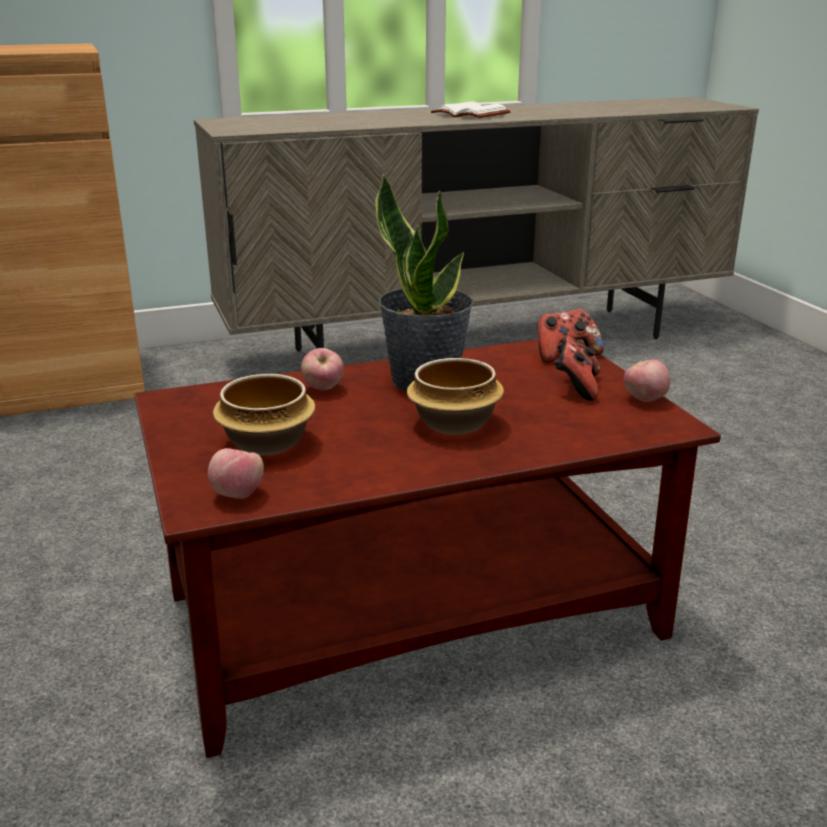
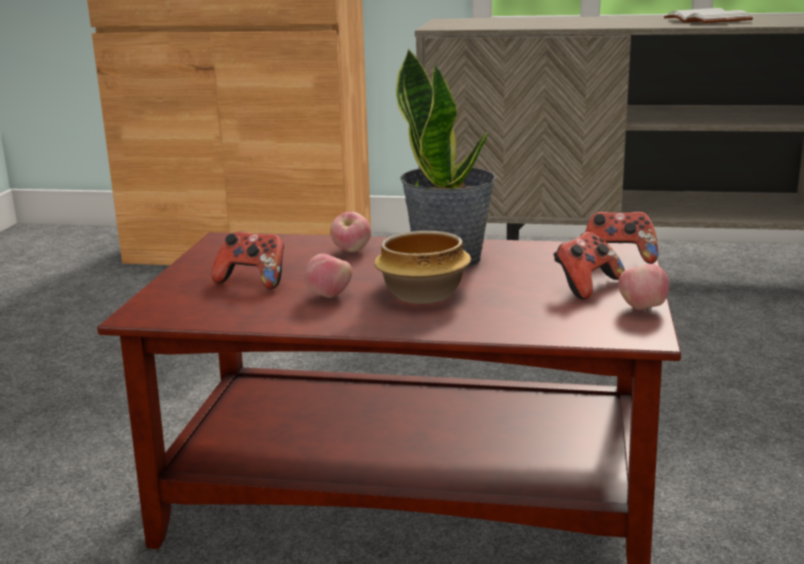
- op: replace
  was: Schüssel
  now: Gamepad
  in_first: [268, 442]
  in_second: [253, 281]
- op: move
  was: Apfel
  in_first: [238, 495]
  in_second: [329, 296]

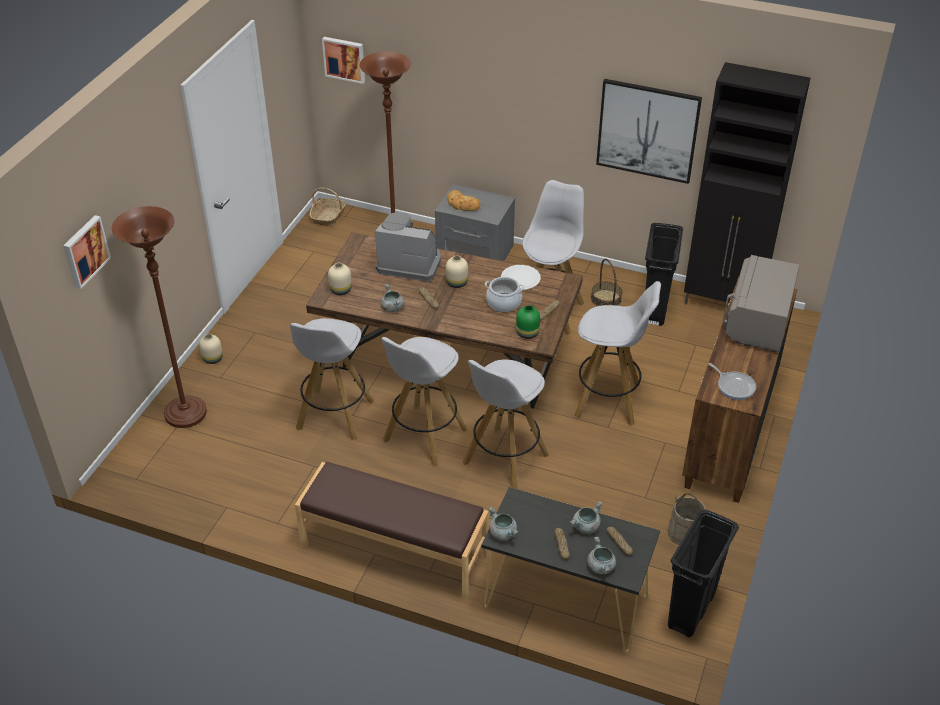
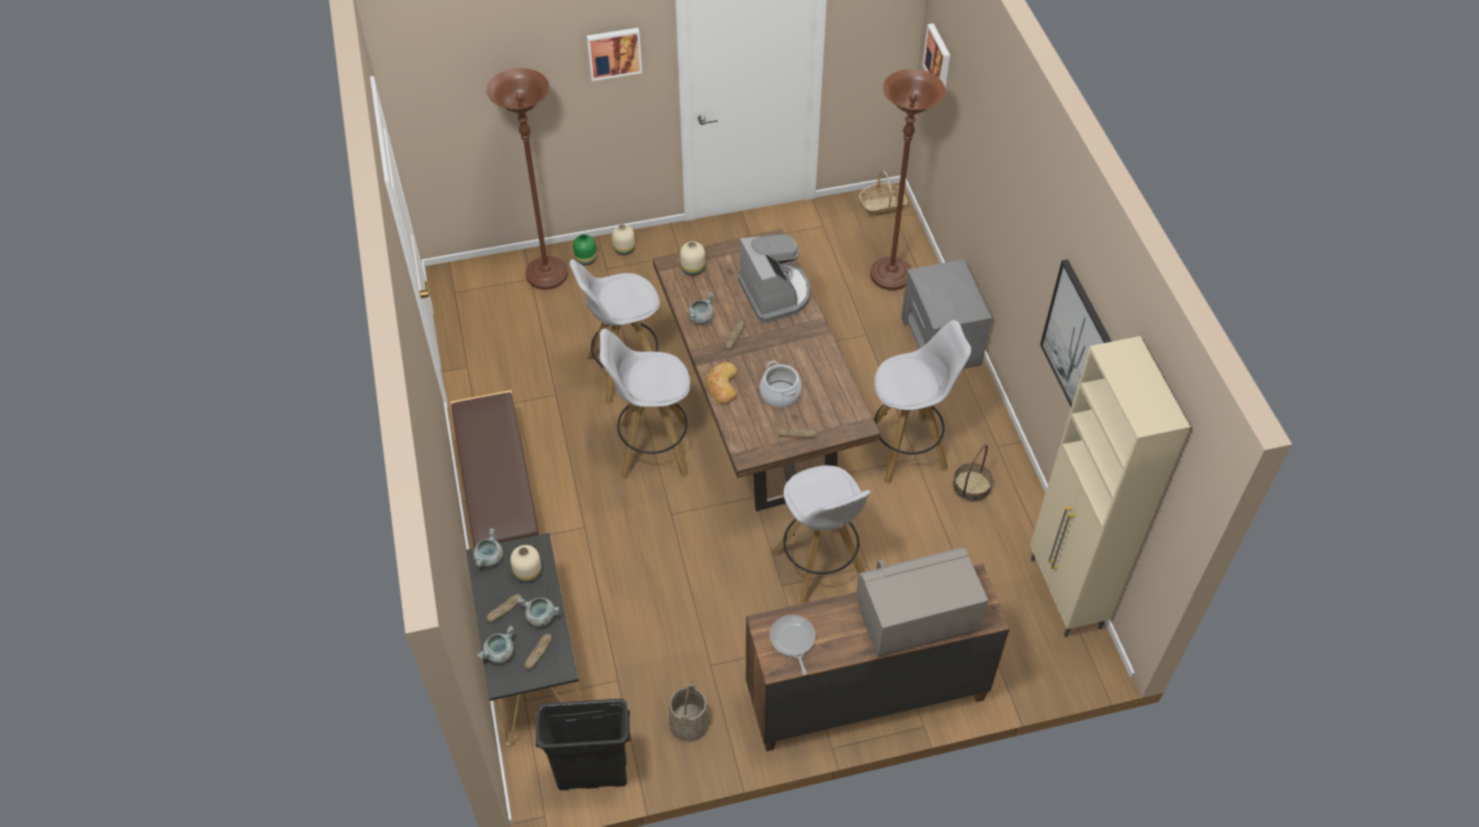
- op: move
  was: Vase (beige)
  in_first: [457, 283]
  in_second: [528, 573]
- op: move
  was: Vase (grün)
  in_first: [527, 333]
  in_second: [586, 259]
- op: move
  was: Bild
  in_first: [85, 251]
  in_second: [614, 52]
- op: move
  was: Brot
  in_first: [462, 204]
  in_second: [722, 385]
- op: rotate
  was: Pfanne
  in_first: [734, 386]
  in_second: [792, 640]
  clockwise: 150
- op: recolor
  was: Schrank (schwarz)
  now: Schrank (beige)
  in_first: [723, 304]
  in_second: [1065, 594]
- op: delete
  was: Hocker (weiß)
  in_first: [504, 460]
- op: delete
  was: Teller (weiß)
  in_first: [520, 278]
- op: delete
  was: Mülleimer (schwarz)
  in_first: [655, 310]

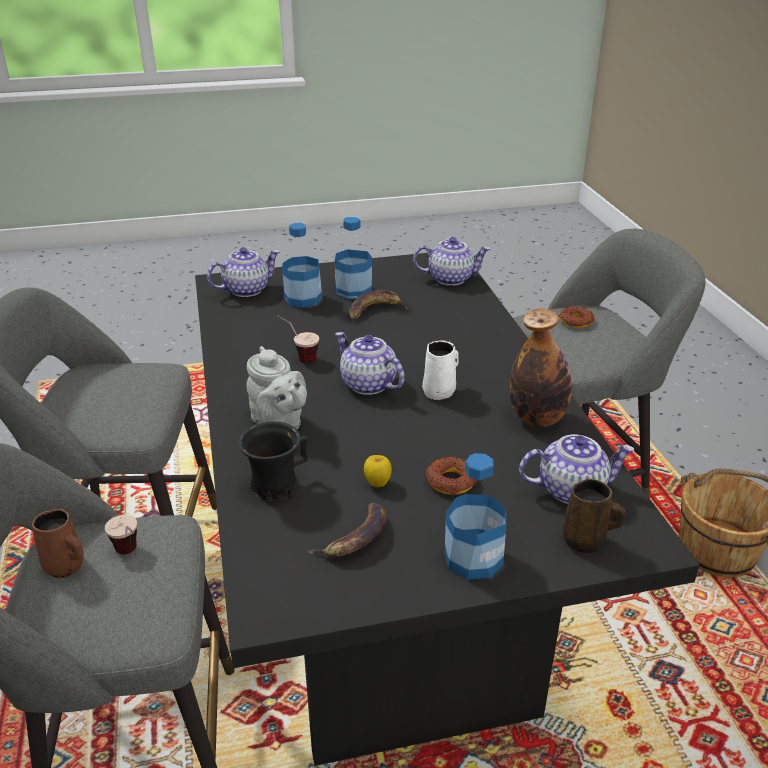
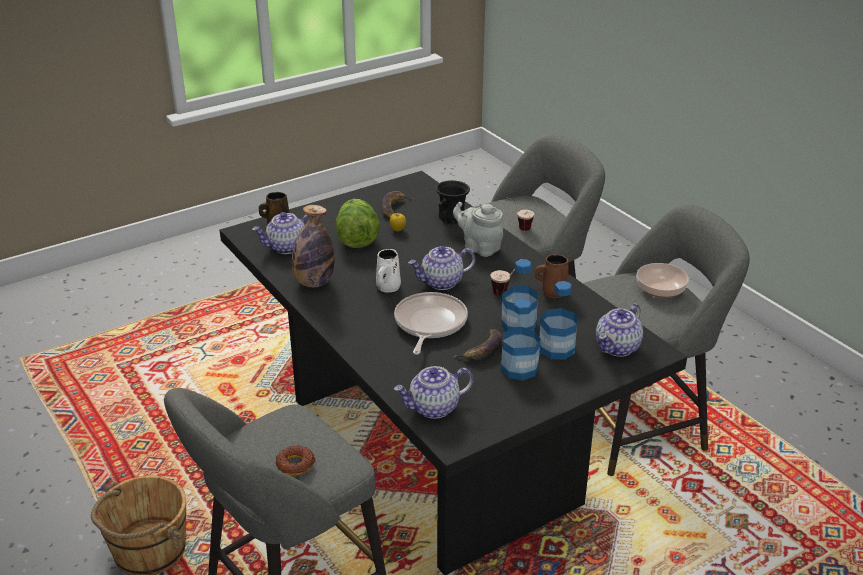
- op: replace
  was: Donut
  now: Salatkopf
  in_first: [451, 481]
  in_second: [357, 238]
- op: insert
  now: Pfanne
  in_second: [429, 324]
- op: rotate
  was: Teekanne
  in_first: [367, 384]
  in_second: [441, 282]
  clockwise: 135
- op: move
  was: Flasche
  in_first: [473, 558]
  in_second: [518, 324]
- op: move
  was: Henkelbecher (braun)
  in_first: [66, 567]
  in_second: [552, 292]
- op: insert
  now: Schüssel
  in_second: [659, 290]

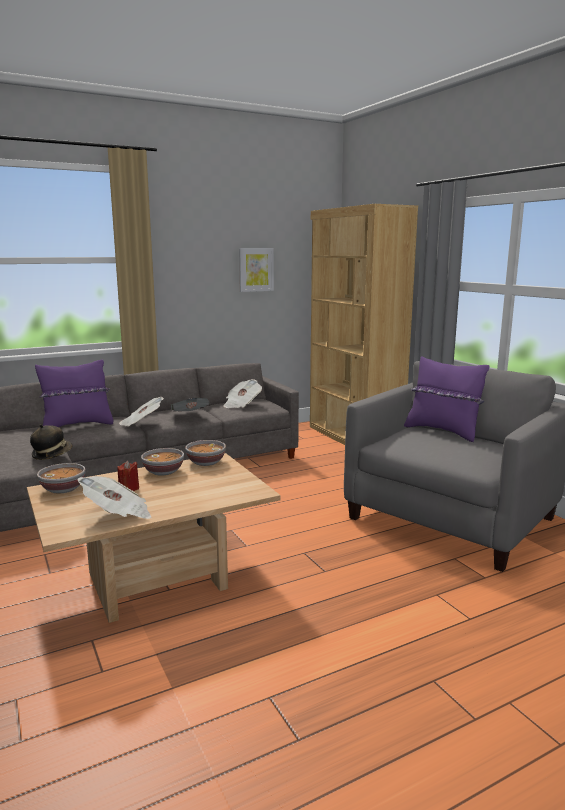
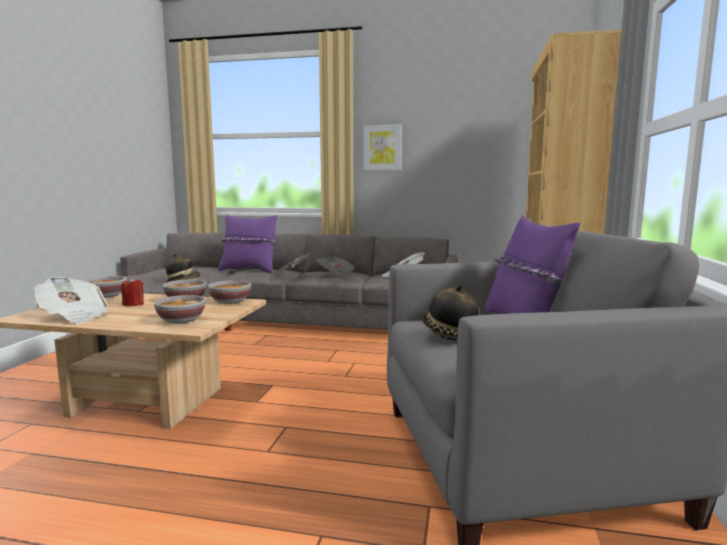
- op: insert
  now: Schüssel
  in_second: [181, 320]
- op: move
  was: Bild
  in_first: [256, 269]
  in_second: [382, 147]
- op: insert
  now: Hut
  in_second: [449, 334]

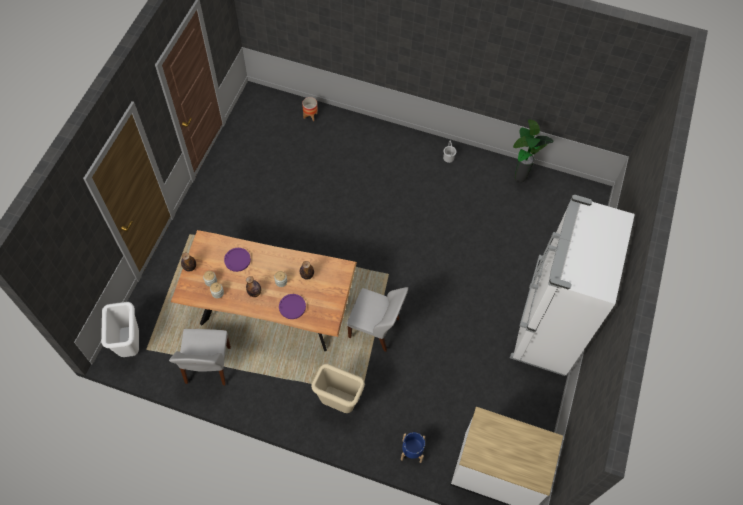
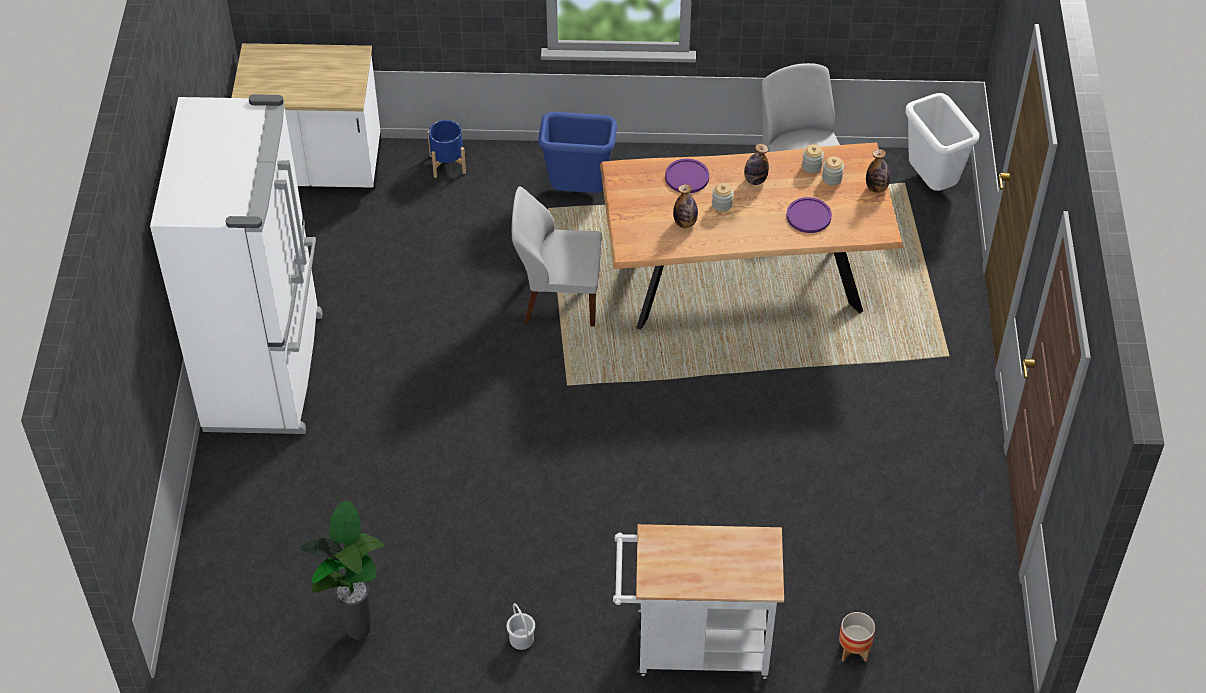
- op: recolor
  was: Mülleimer (beige)
  now: Mülleimer (blau)
  in_first: [338, 402]
  in_second: [579, 192]
- op: insert
  now: Rollwagen (weiß)
  in_second: [693, 646]

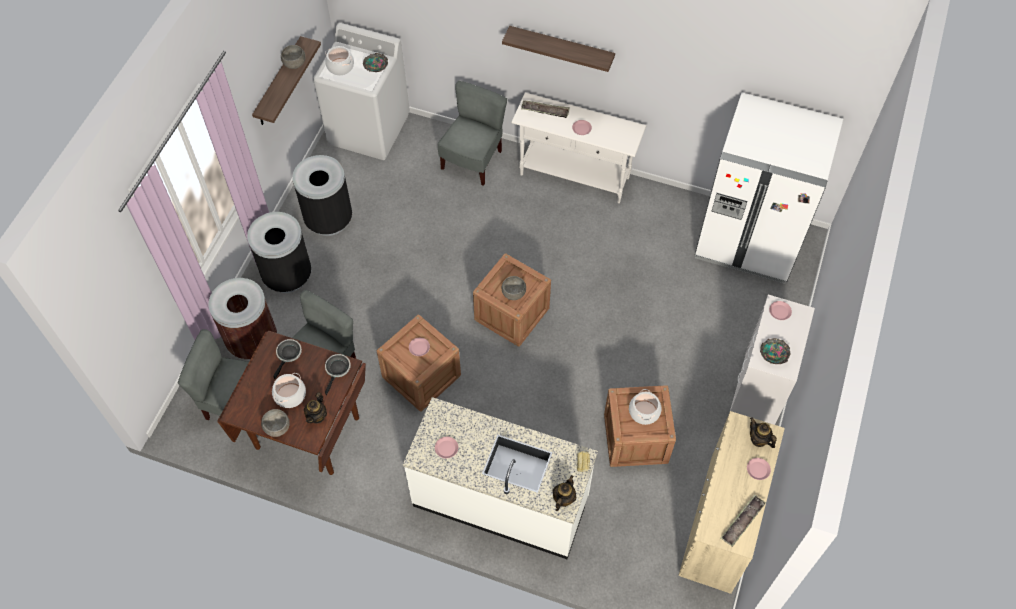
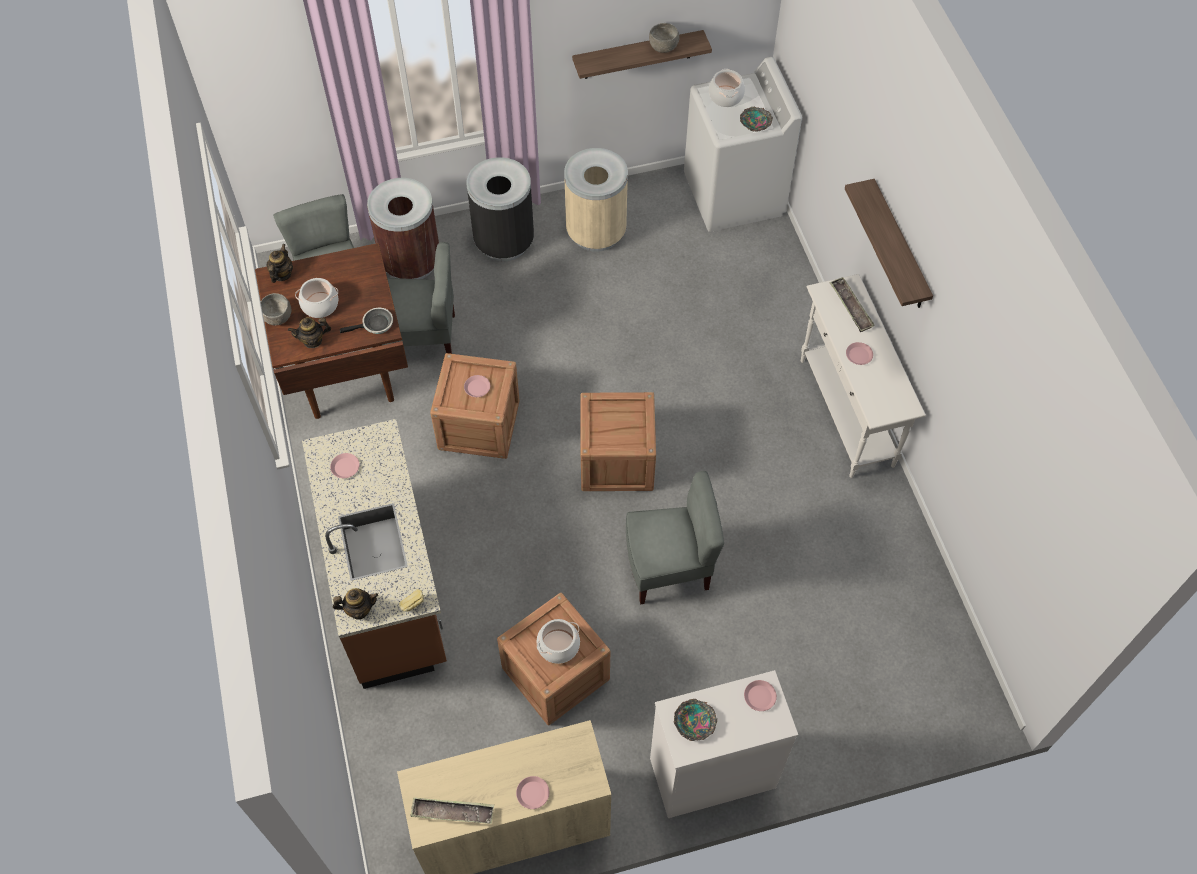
- op: move
  was: Teekanne
  in_first: [758, 439]
  in_second: [282, 274]
- op: recolor
  was: Küchenzeile (weiß)
  now: Küchenzeile (braun)
  in_first: [501, 500]
  in_second: [388, 584]
- op: recolor
  was: Mülleimer (schwarz)
  now: Mülleimer (beige)
  in_first: [329, 220]
  in_second: [595, 233]
- op: move
  was: Stuhl (grau)
  in_first: [473, 160]
  in_second: [668, 567]
- op: delete
  was: Pfanne
  in_first: [288, 355]
- op: delete
  was: Schüssel (grau)
  in_first: [513, 293]
- op: delete
  was: Kühlschrank (weiß)
  in_first: [748, 241]

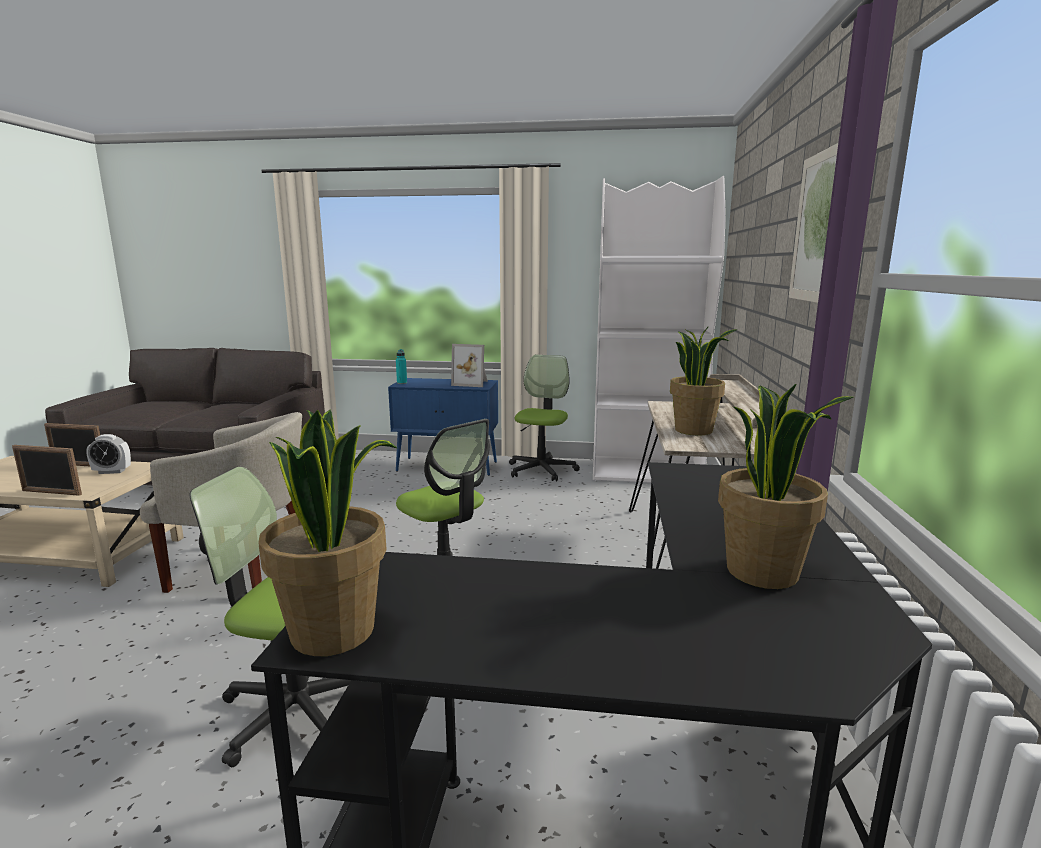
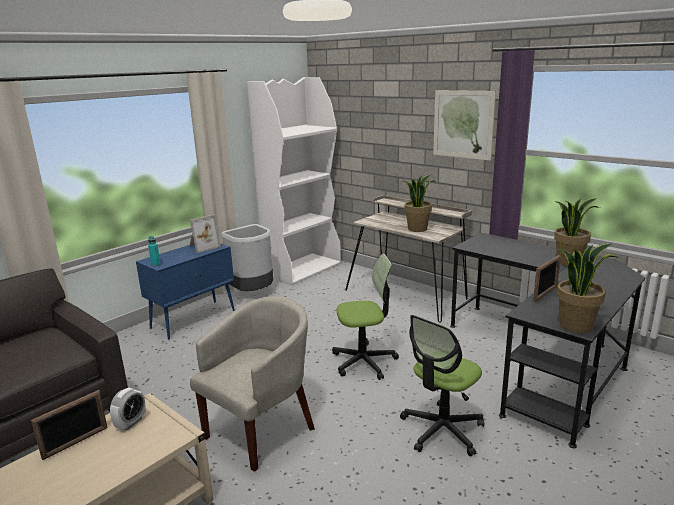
- op: replace
  was: Bürostuhl
  now: Mülleimer (grau)
  in_first: [541, 470]
  in_second: [253, 293]
- op: move
  was: Bilderrahmen
  in_first: [51, 493]
  in_second: [545, 294]

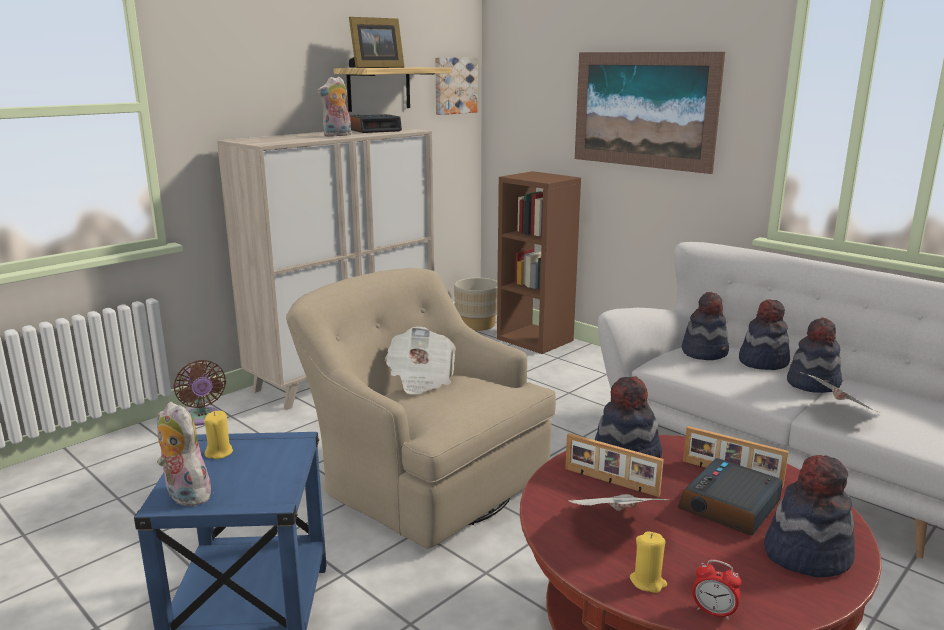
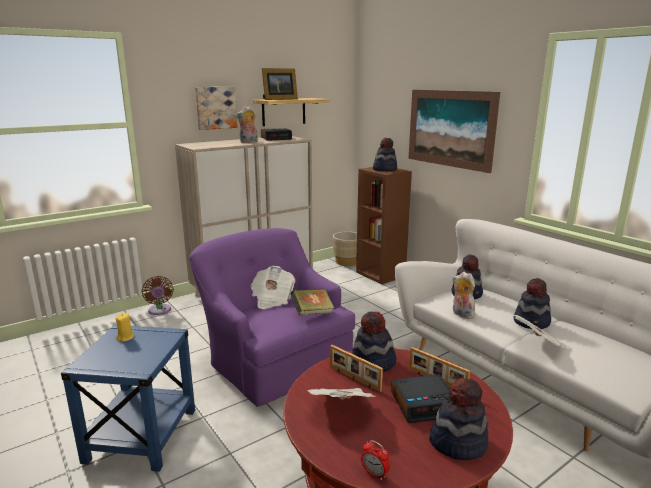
- op: recolor
  was: Sessel (beige)
  now: Sessel (lila)
  in_first: [423, 478]
  in_second: [274, 360]
- op: move
  was: Bild
  in_first: [454, 85]
  in_second: [215, 107]
- op: insert
  now: Buch
  in_second: [312, 313]
- op: move
  was: Hut
  in_first: [762, 361]
  in_second: [384, 169]
- op: rotate
  was: Wecker
  in_first: [730, 507]
  in_second: [423, 404]
  clockwise: -150
- op: move
  was: Plüschtier
  in_first: [184, 495]
  in_second: [461, 314]
- op: delete
  was: Kerze (gelb)
  in_first: [648, 582]

